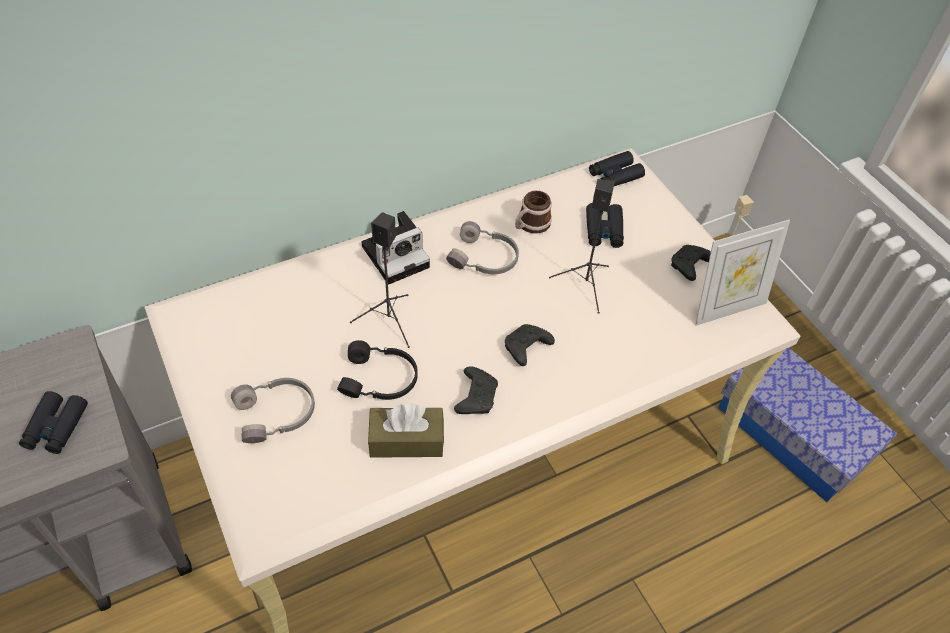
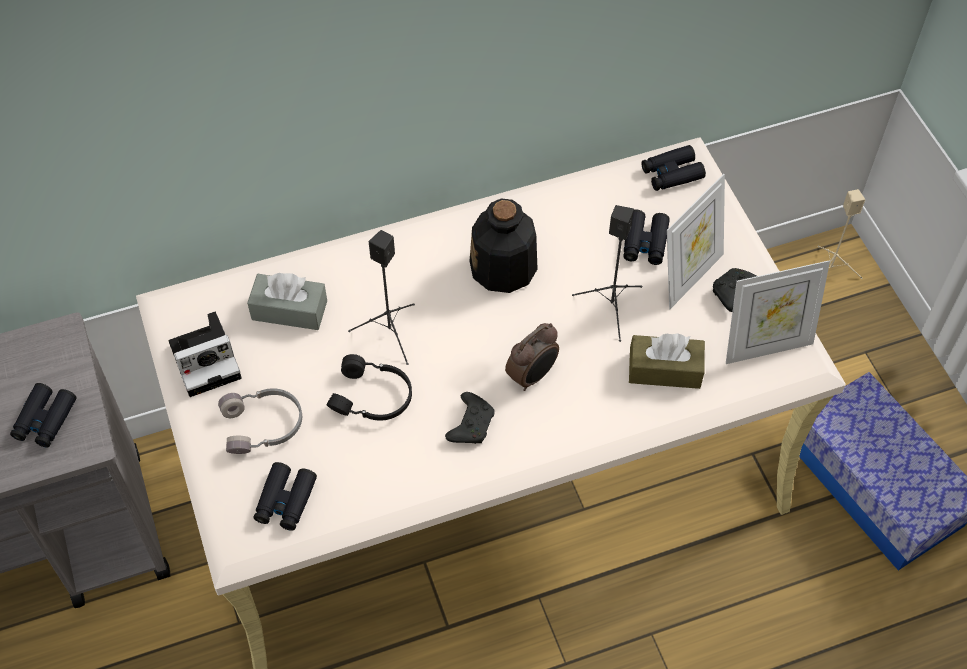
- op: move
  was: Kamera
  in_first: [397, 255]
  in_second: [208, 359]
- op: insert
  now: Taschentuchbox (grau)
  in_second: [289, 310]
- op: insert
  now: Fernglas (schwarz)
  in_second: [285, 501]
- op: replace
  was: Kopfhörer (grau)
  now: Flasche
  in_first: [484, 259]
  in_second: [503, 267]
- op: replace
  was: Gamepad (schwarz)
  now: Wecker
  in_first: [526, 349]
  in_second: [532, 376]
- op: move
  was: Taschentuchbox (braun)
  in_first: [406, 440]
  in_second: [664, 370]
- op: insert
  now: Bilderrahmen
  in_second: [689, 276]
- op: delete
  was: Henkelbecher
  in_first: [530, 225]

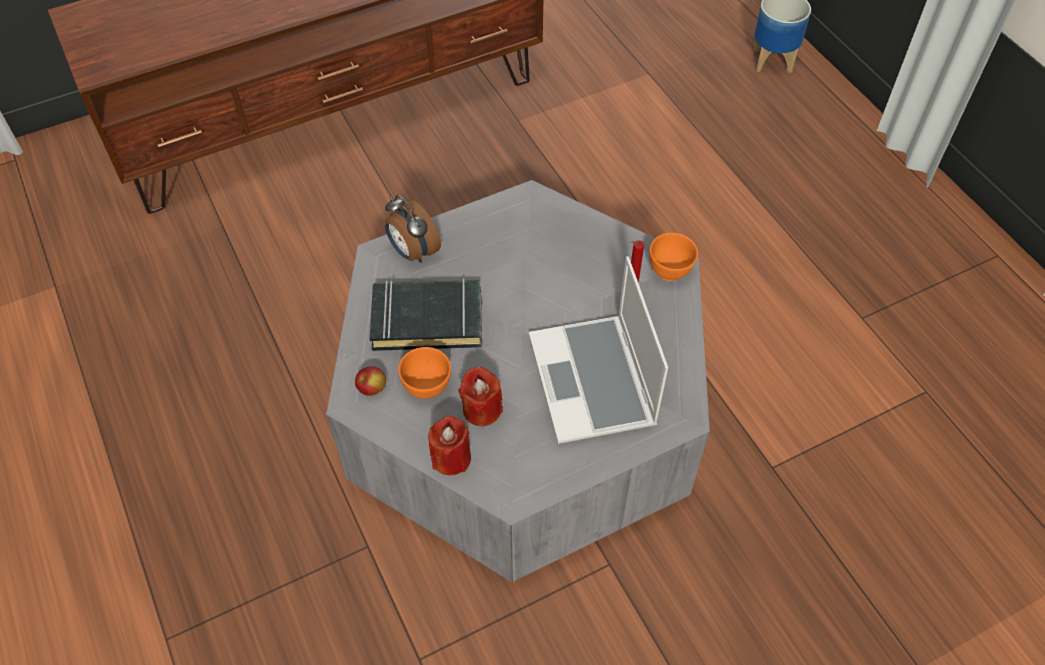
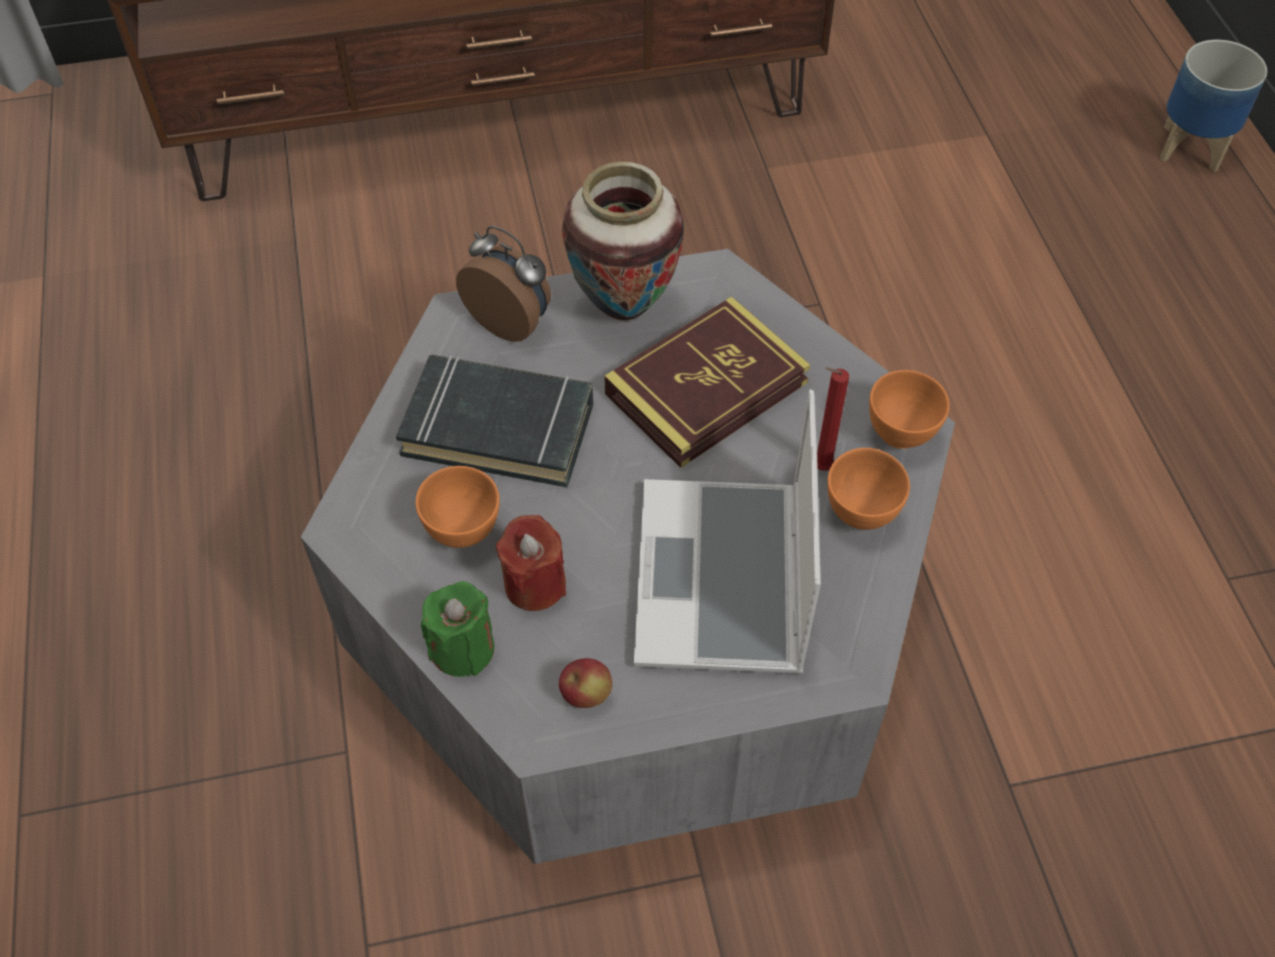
- op: recolor
  was: Kerze (rot)
  now: Kerze (grün)
  in_first: [451, 458]
  in_second: [462, 649]
- op: rotate
  was: Wecker
  in_first: [412, 252]
  in_second: [511, 321]
  clockwise: 150
- op: move
  was: Apfel
  in_first: [372, 389]
  in_second: [586, 694]
- op: insert
  now: Vase
  in_second: [623, 307]
- op: insert
  now: Buch
  in_second: [706, 388]
- op: insert
  now: Schüssel (orange)
  in_second: [861, 514]

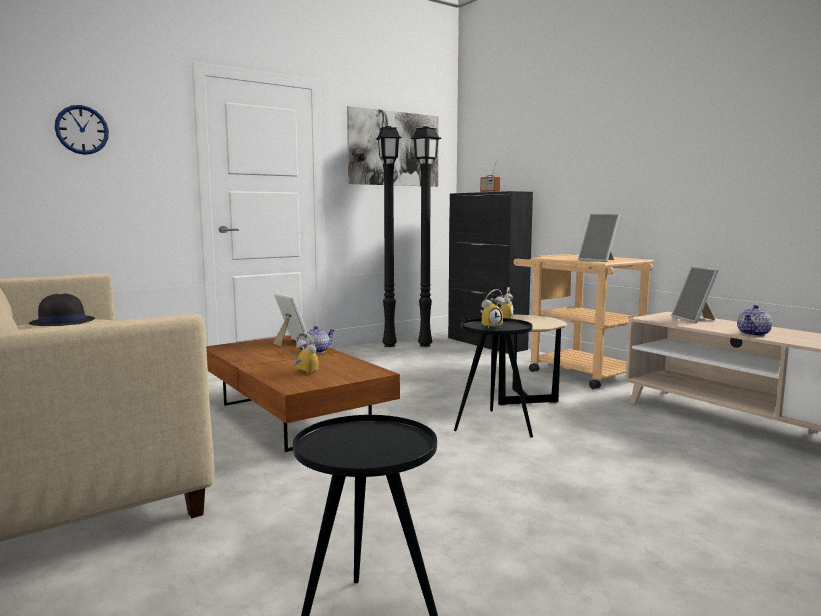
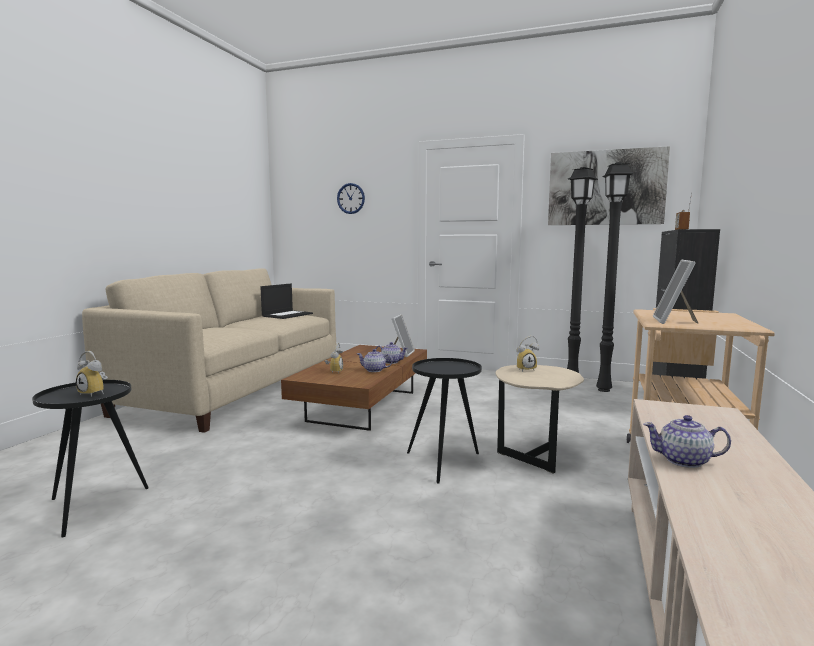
- op: move
  was: Wecker
  in_first: [490, 326]
  in_second: [96, 393]
- op: replace
  was: Hut (schwarz)
  now: Laptop
  in_first: [62, 322]
  in_second: [287, 315]
- op: insert
  now: Teekanne
  in_second: [374, 370]
- op: delete
  was: Bilderrahmen
  in_first: [695, 319]

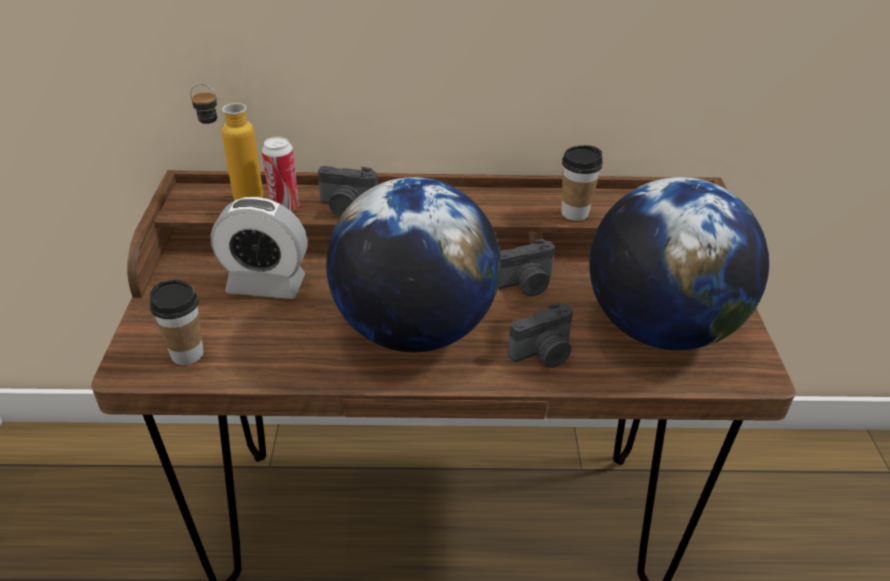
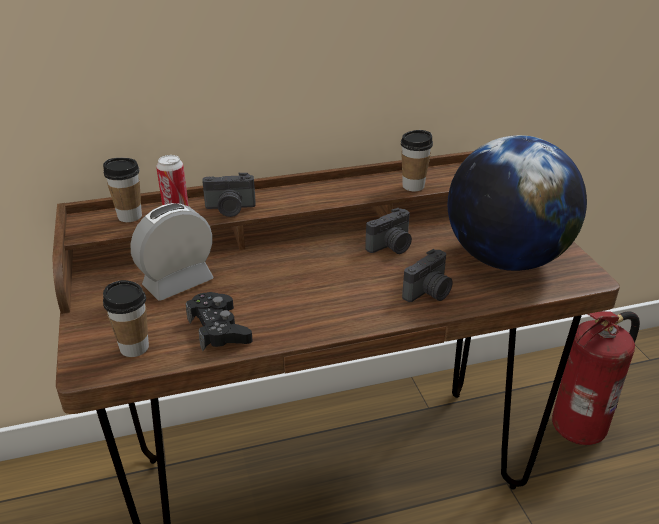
- op: replace
  was: Flasche
  now: Tasse
  in_first: [236, 198]
  in_second: [130, 216]
- op: rotate
  was: Wecker
  in_first: [266, 285]
  in_second: [178, 283]
  clockwise: 150
- op: insert
  now: Gamepad (schwarz)
  in_second: [219, 329]
- op: insert
  now: Feuerlöscher
  in_second: [581, 427]
- op: delete
  was: Globus
  in_first: [414, 330]

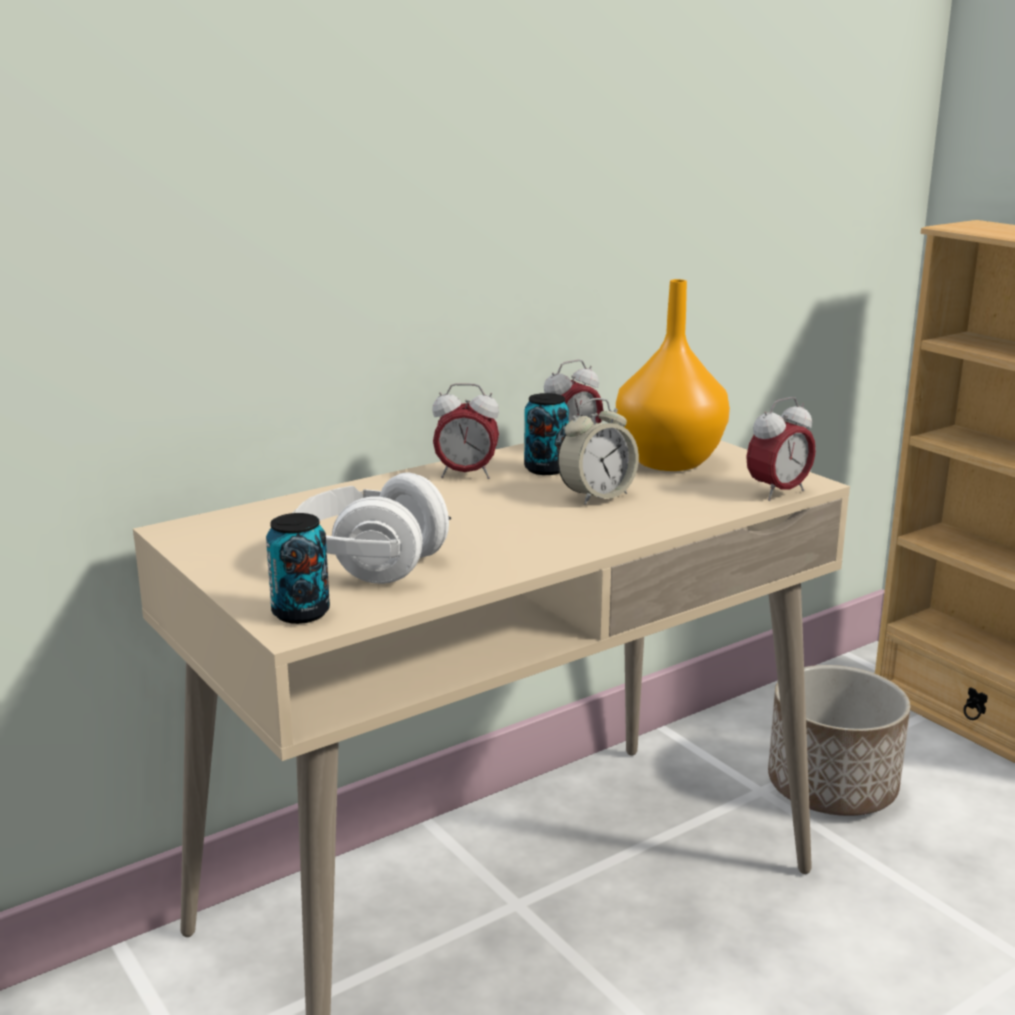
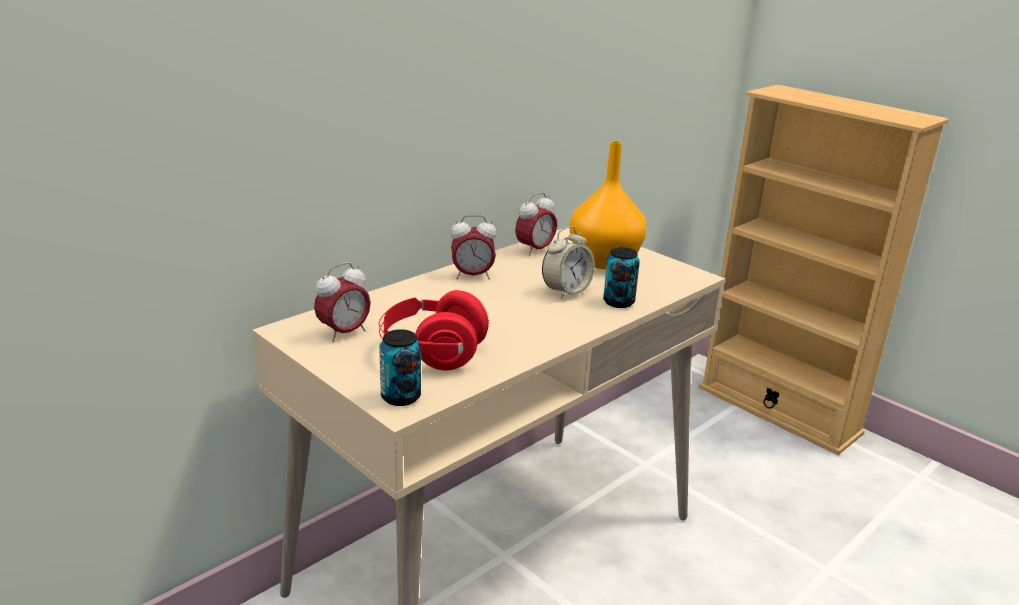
- op: move
  was: Wecker
  in_first: [778, 493]
  in_second: [344, 333]
- op: recolor
  was: Kopfhörer (weiß)
  now: Kopfhörer (rot)
  in_first: [368, 563]
  in_second: [432, 353]
- op: move
  was: Dose
  in_first: [546, 469]
  in_second: [618, 302]
- op: delete
  was: Pflanzkübel
  in_first: [832, 787]

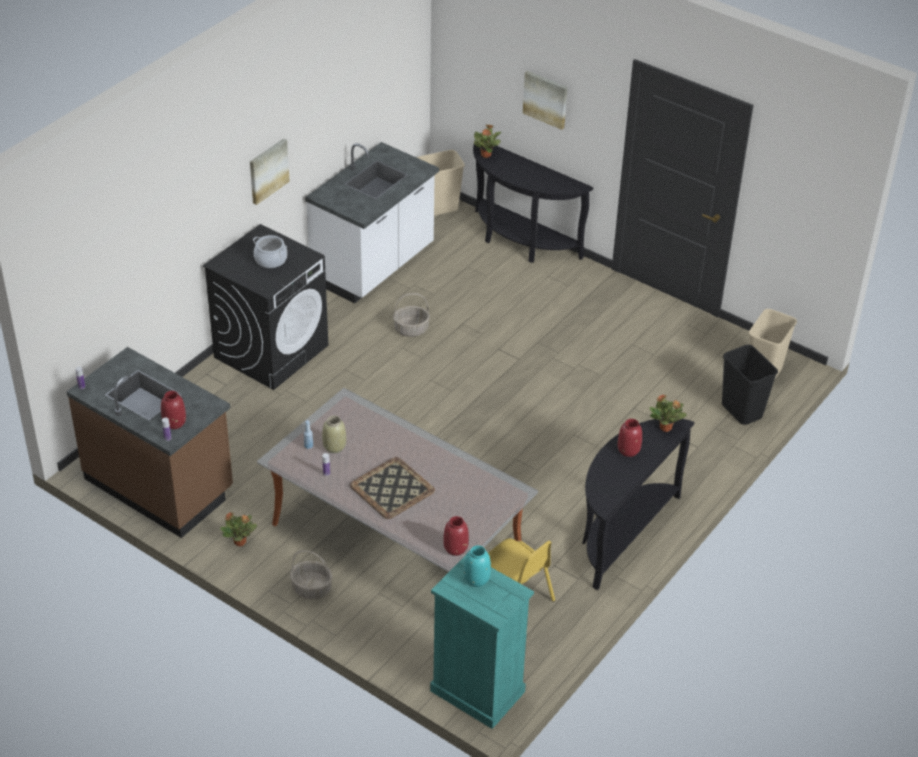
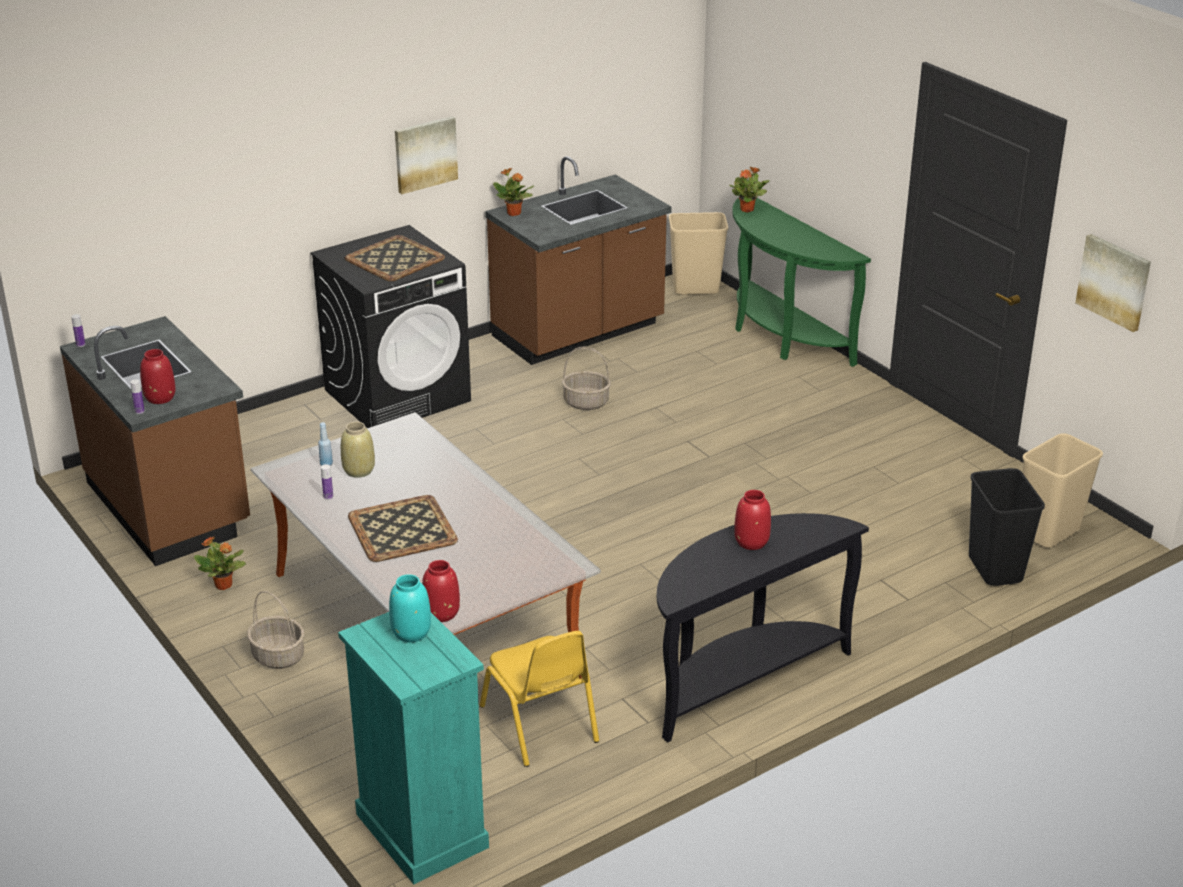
- op: replace
  was: Kochtopf
  now: Tablett
  in_first: [271, 260]
  in_second: [396, 259]
- op: recolor
  was: Küchenzeile (weiß)
  now: Küchenzeile (braun)
  in_first: [374, 266]
  in_second: [579, 332]
- op: move
  was: Topfpflanze
  in_first: [666, 428]
  in_second: [514, 213]
- op: recolor
  was: Konsolentisch (schwarz)
  now: Konsolentisch (grün)
  in_first: [519, 242]
  in_second: [780, 337]
- op: move
  was: Bild
  in_first: [545, 99]
  in_second: [1114, 281]

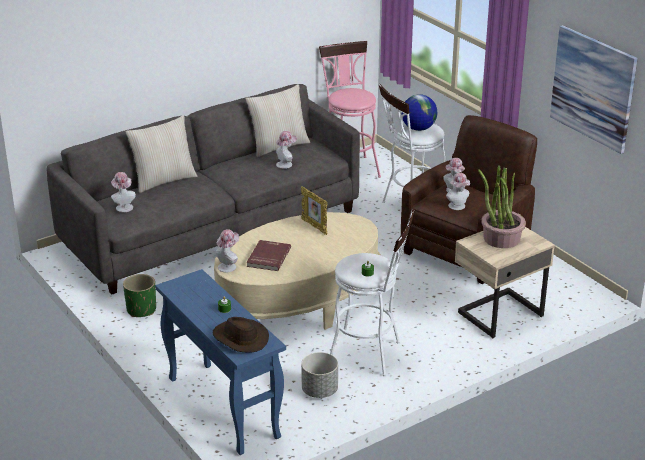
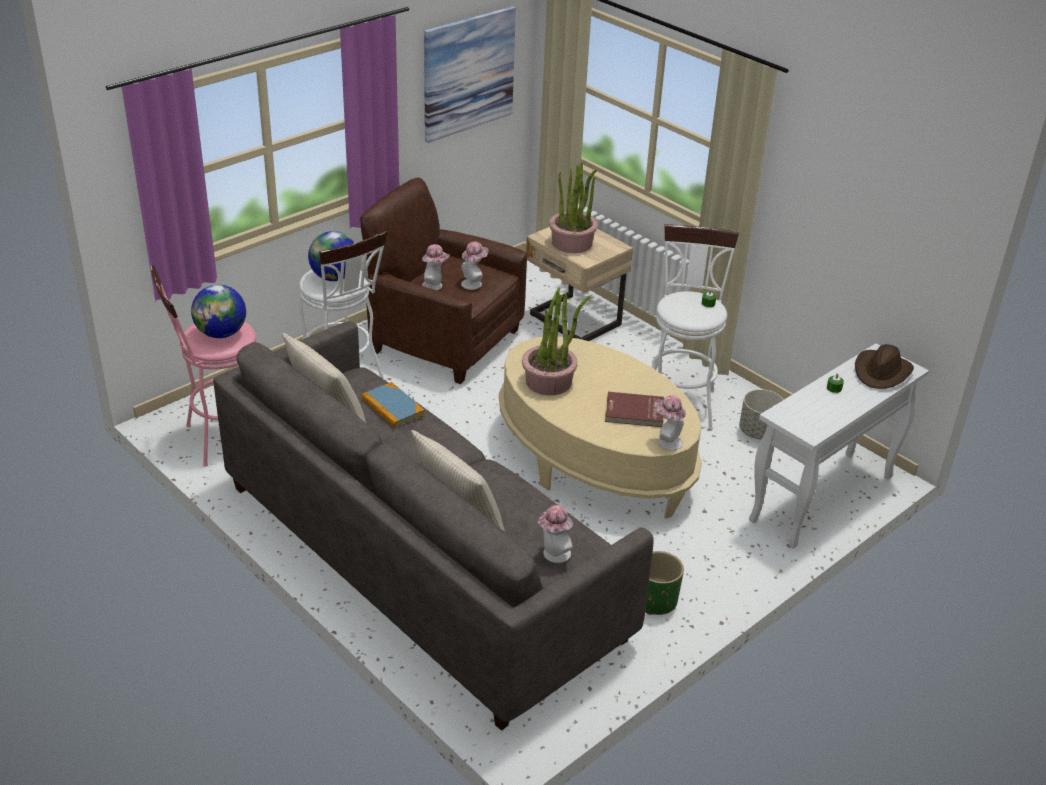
- op: insert
  now: Globus
  in_second: [221, 333]
- op: replace
  was: Hut
  now: Buch
  in_first: [286, 164]
  in_second: [392, 408]
- op: replace
  was: Bilderrahmen
  now: Topfpflanze
  in_first: [314, 227]
  in_second: [549, 381]
- op: recolor
  was: Konsolentisch (blau)
  now: Konsolentisch (weiß)
  in_first: [222, 407]
  in_second: [821, 499]

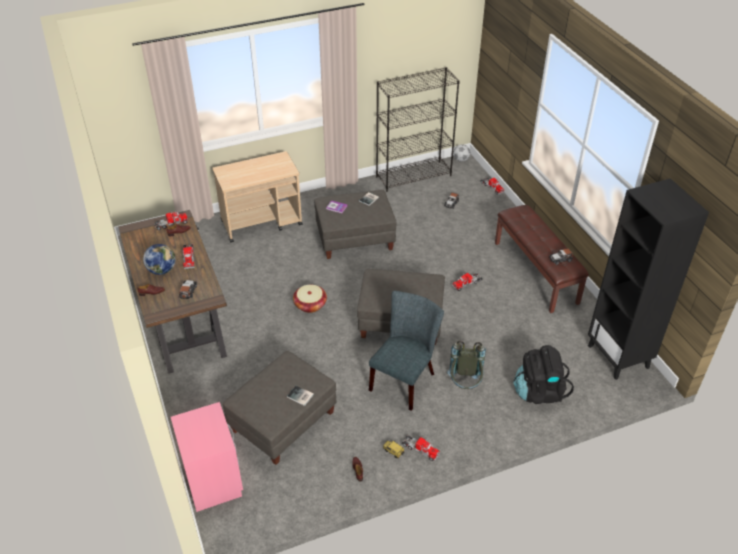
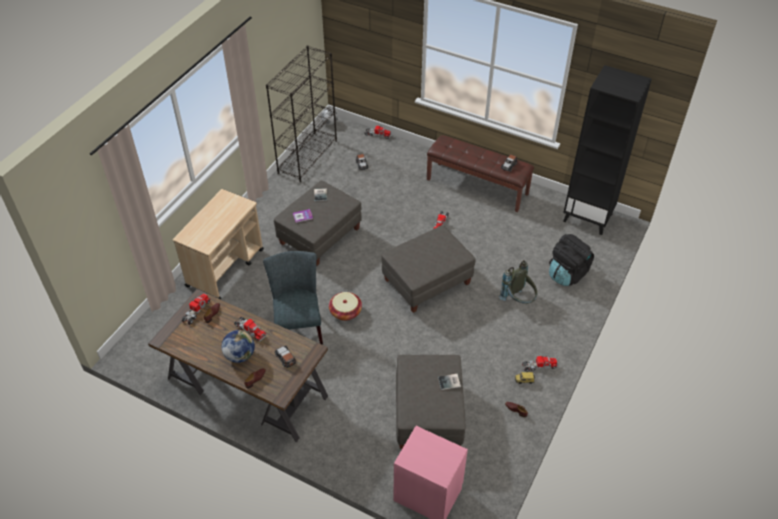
- op: move
  was: Stuhl (grau)
  in_first: [405, 379]
  in_second: [298, 326]

